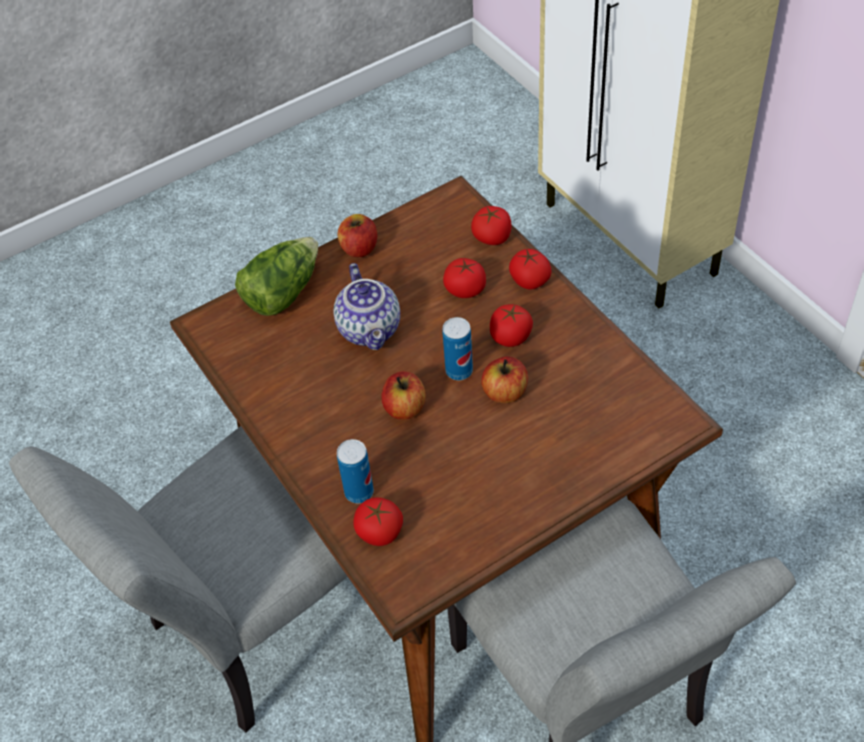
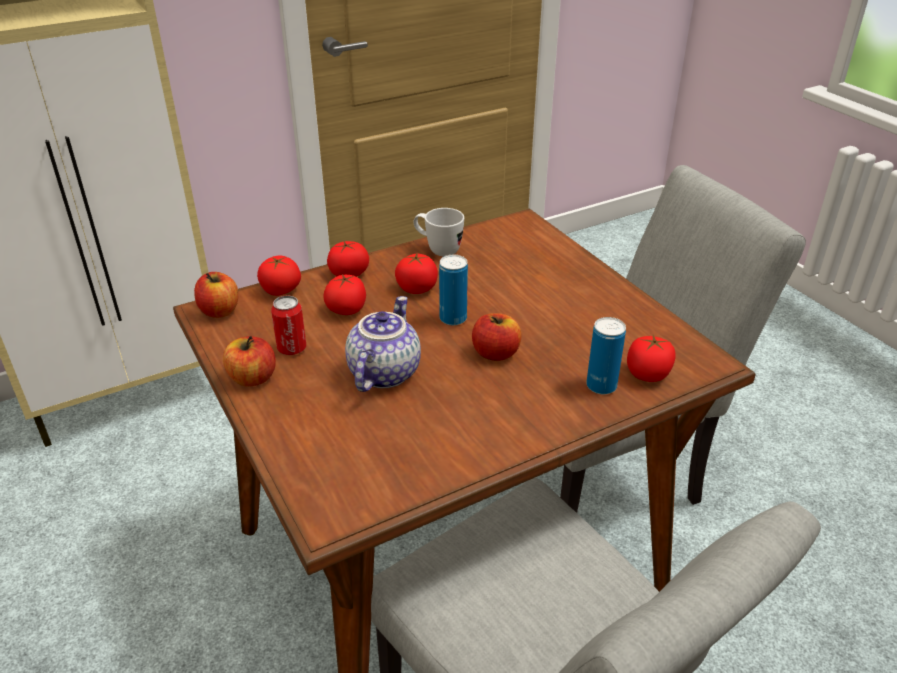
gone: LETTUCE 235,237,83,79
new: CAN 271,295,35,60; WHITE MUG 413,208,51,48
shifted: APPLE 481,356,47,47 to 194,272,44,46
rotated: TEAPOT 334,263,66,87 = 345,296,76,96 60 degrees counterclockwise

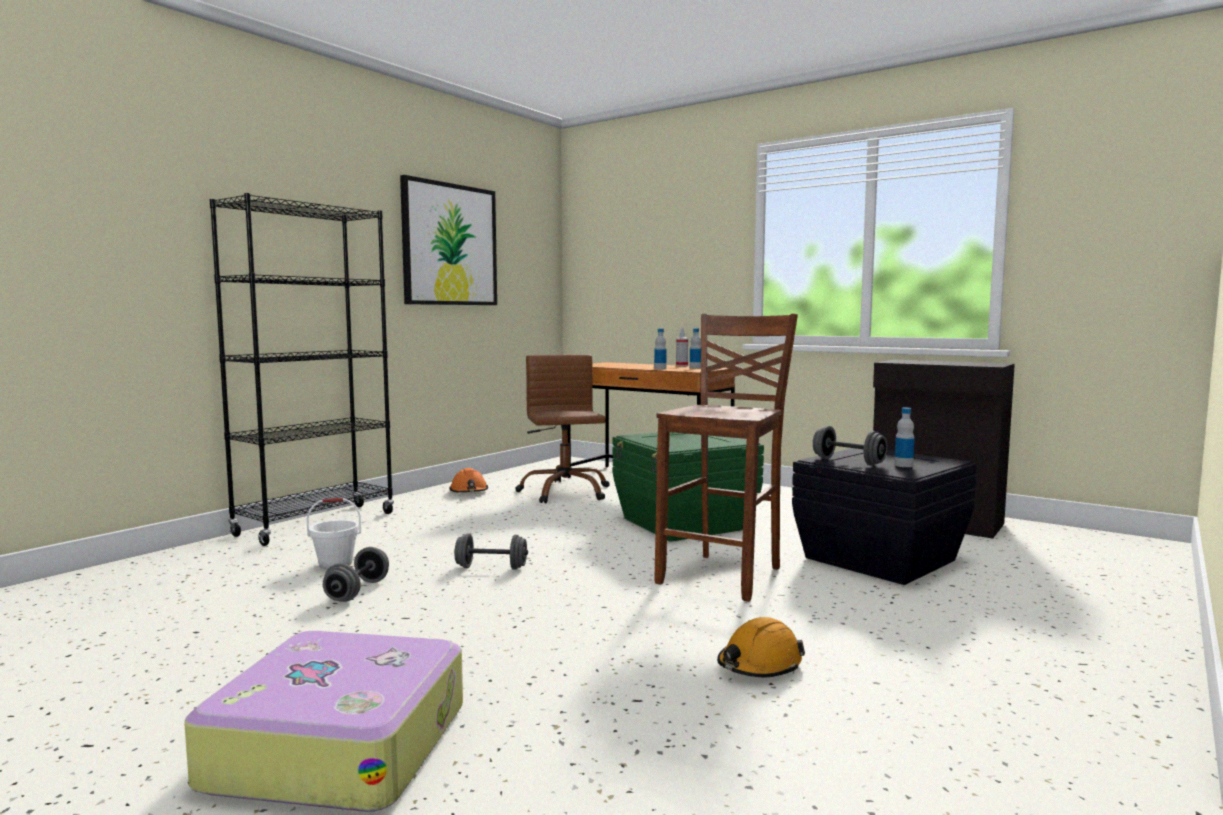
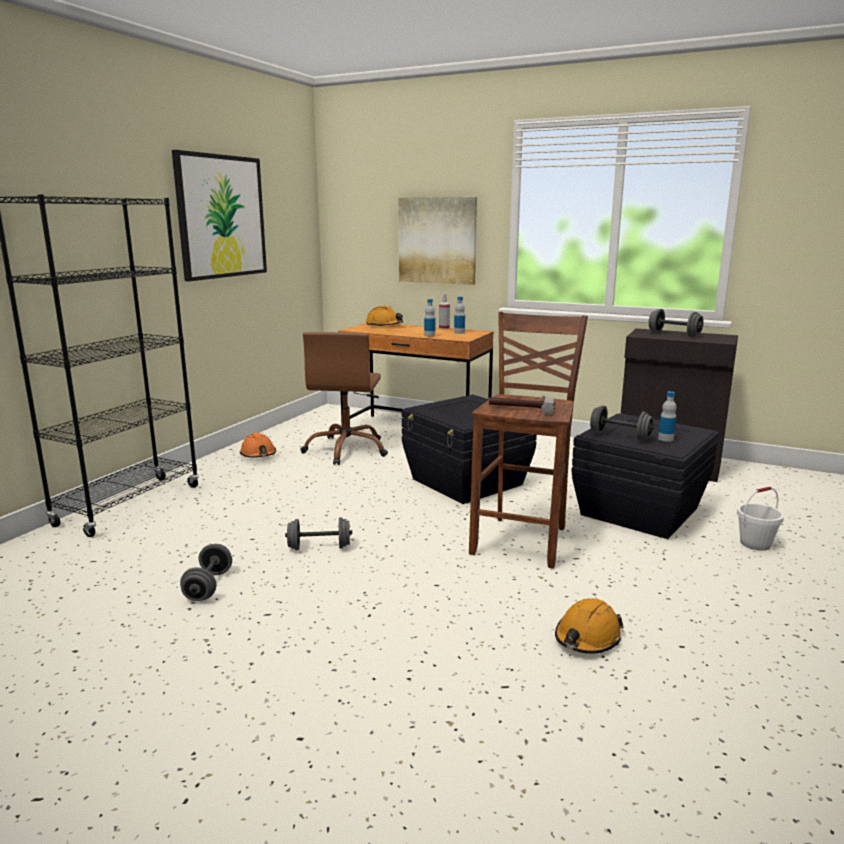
gone: SUITCASE 184,631,279,181
new: ORANGE HARD HAT 366,306,37,20; PICTURE 398,197,79,88; HAMMER 489,395,67,20; GREY DUMBBELL 649,309,55,28
shifted: WHITE BUCKET 307,498,54,71 to 737,487,47,64
repainted: GREEN STORAGE BOX 612,432,152,110 to BLACK STORAGE BOX 402,395,135,109
rotated: BROWN OFFICE CHAIR 515,354,95,149 = 301,332,87,133 150 degrees counterclockwise

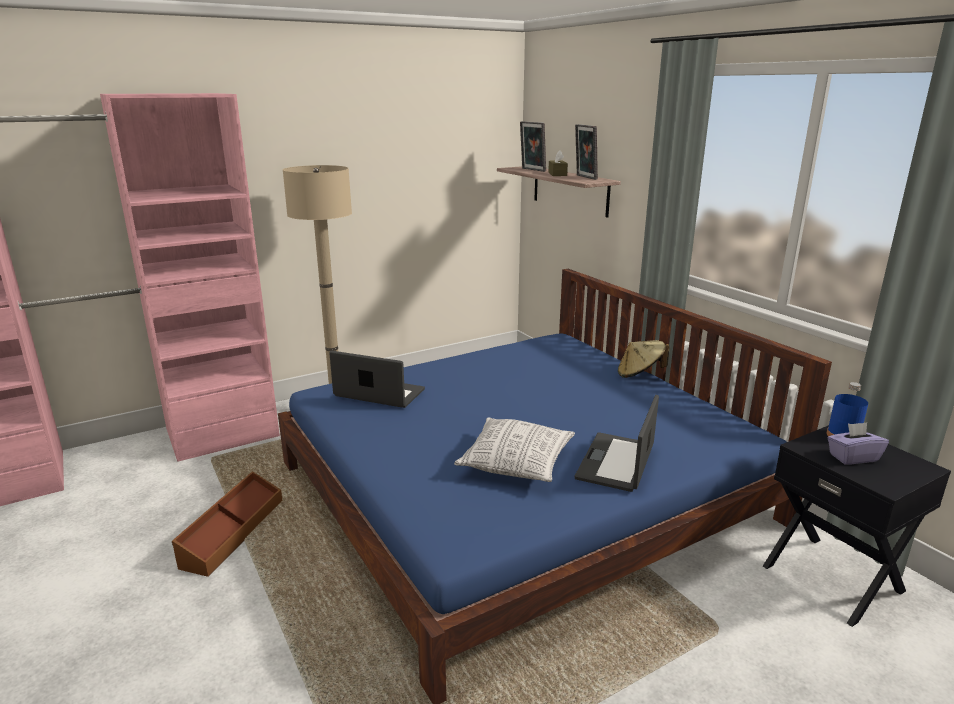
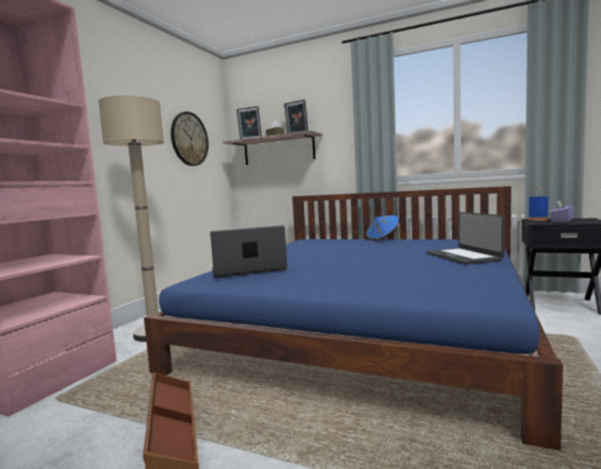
gone: PILLOW 454,418,121,64
new: WALL CLOCK 171,112,37,54
repainted: BEIGE HAT 618,340,52,38 to BLUE HAT 367,215,32,26

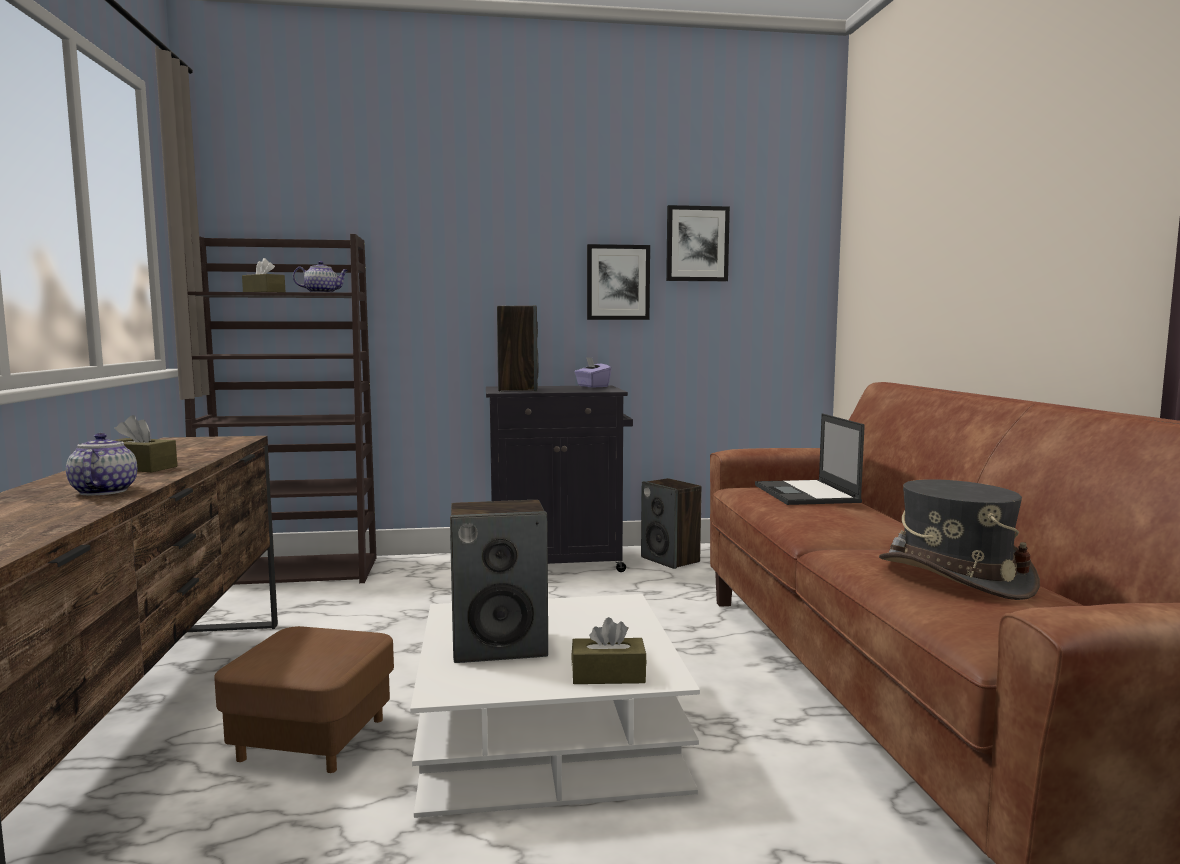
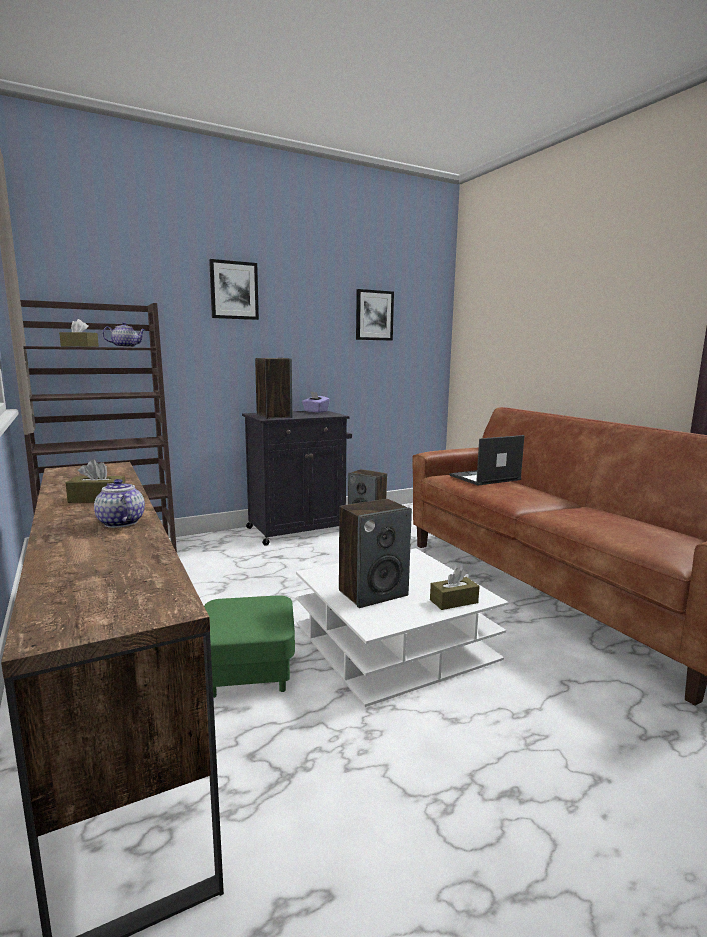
gone: GREY HAT 879,479,161,121
shifted: PICTURE 587,244,63,76 to 209,259,50,61
repainted: BROWN OTTOMAN 214,626,180,147 to GREEN OTTOMAN 204,595,91,103
rotated: LAPTOP 755,413,110,92 = 449,435,76,50 90 degrees clockwise

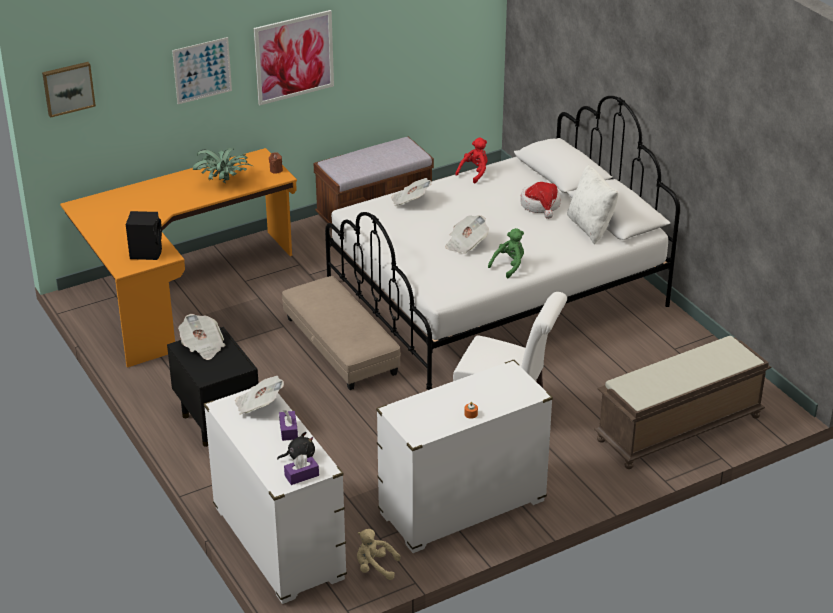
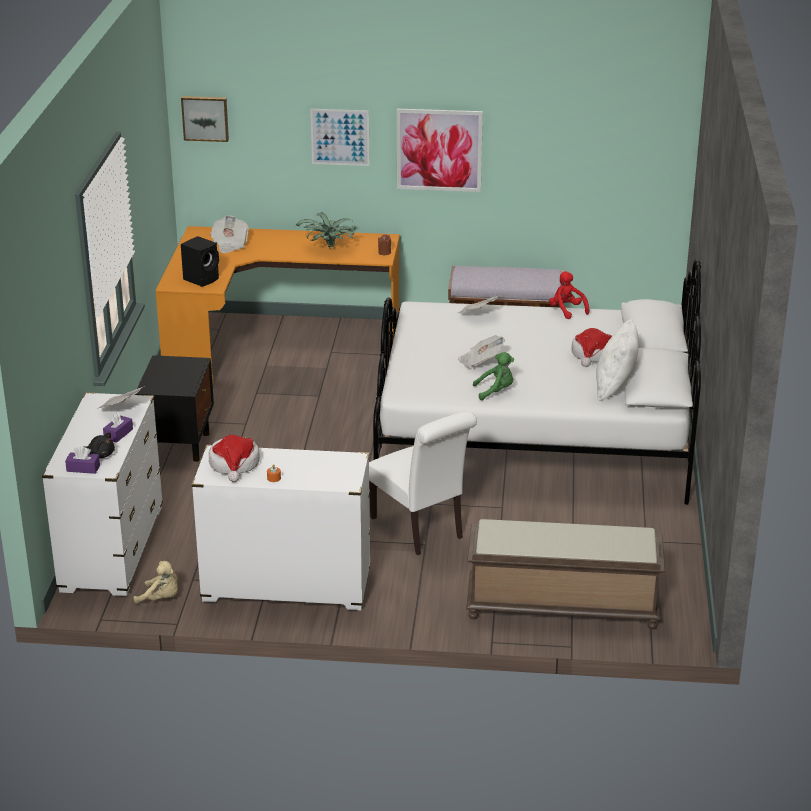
gone: BEIGE OTTOMAN 282,276,119,114
new: HAT 209,435,51,47
shifted: NEWSPAPER 178,314,47,46 to 210,215,39,38
rotated: BEIGE PLUSH TOY 357,529,44,51 = 133,561,45,43 150 degrees clockwise; RED PLUSH TOY 455,137,33,47 = 549,271,41,48 105 degrees counterclockwise

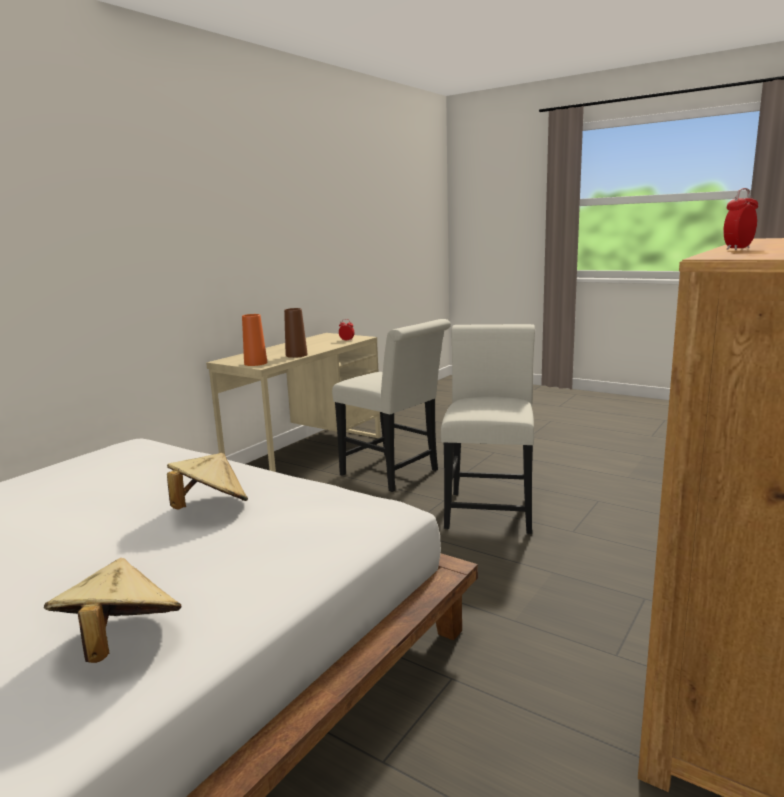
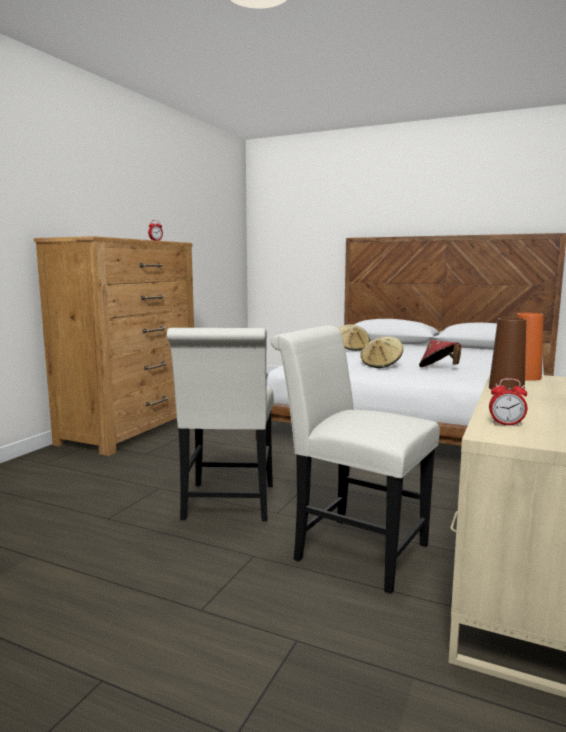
new: RED HAT 419,340,42,27

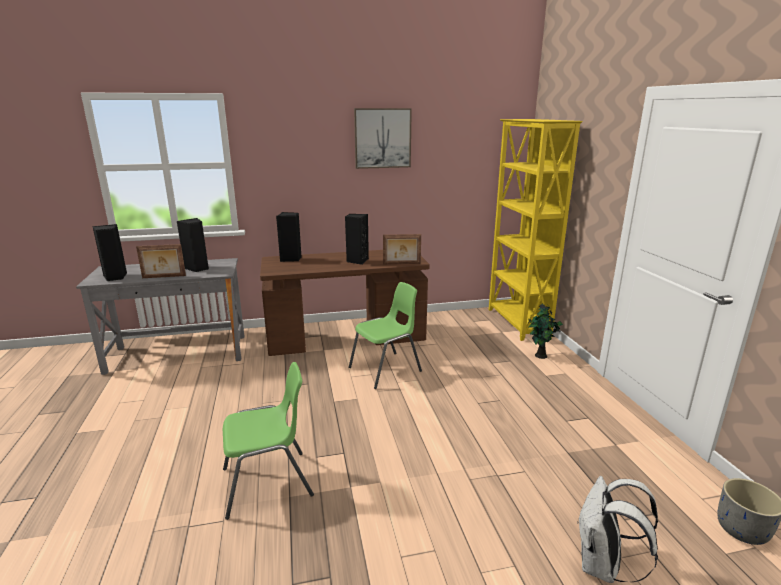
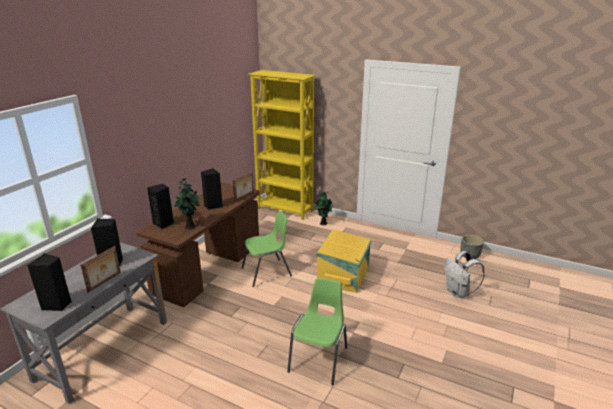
gone: PICTURE 354,108,58,61
new: POTTED PLANT 175,178,25,51; YELLOW STORAGE BOX 316,230,55,63
rotated: GREEN CHAIR 349,282,73,107 = 242,211,50,76 60 degrees clockwise

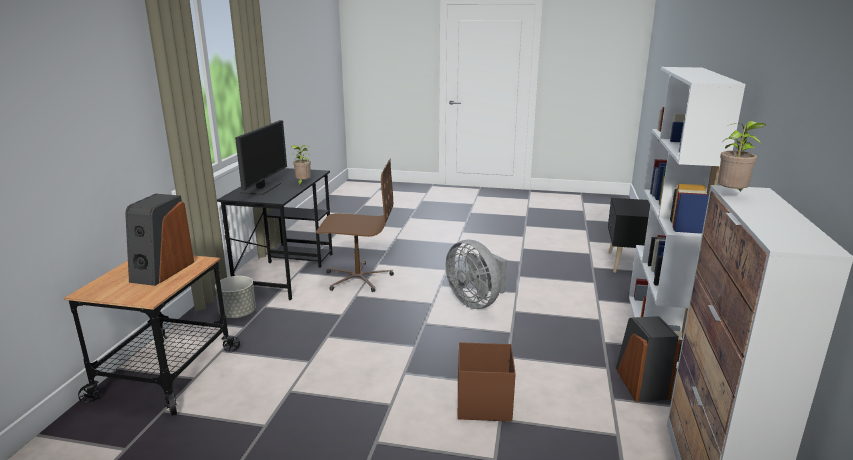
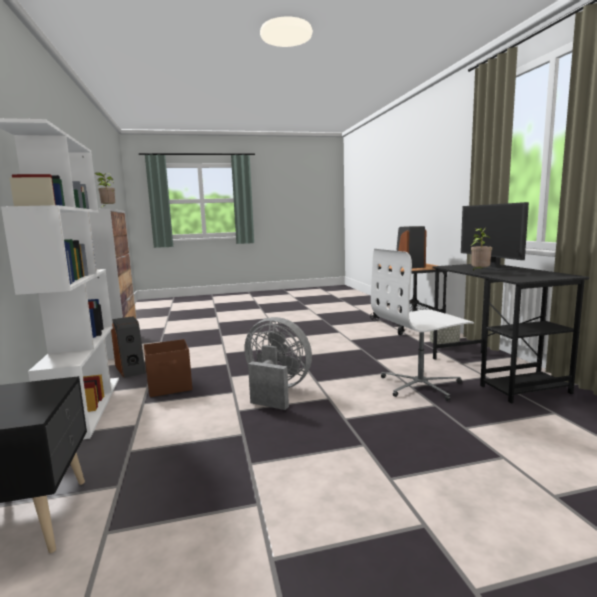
shifted: BROWN STORAGE BOX 458,342,58,80 to 144,339,48,58
repainted: BROWN OFFICE CHAIR 316,158,78,134 to WHITE OFFICE CHAIR 371,249,103,152

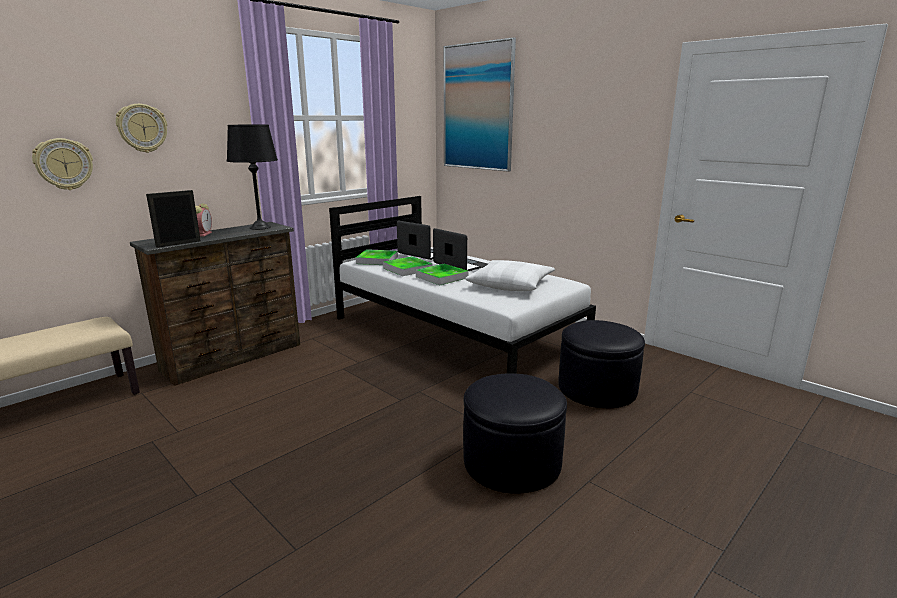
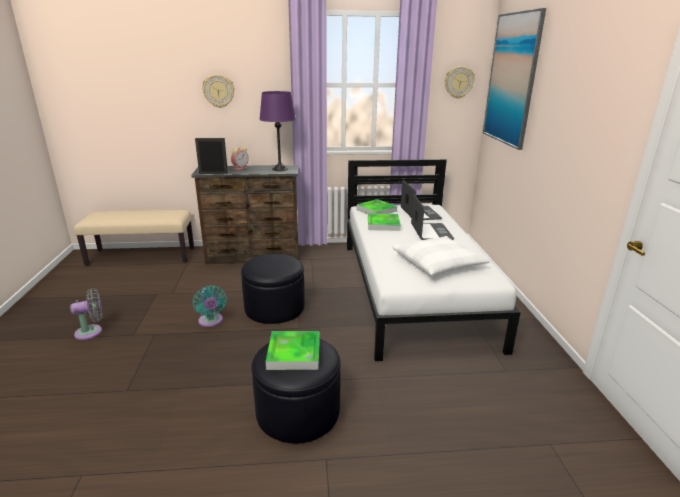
new: GREY FAN 70,289,33,51; TURQUOISE FAN 192,286,35,41
shifted: WALL CLOCK 32,138,61,52 to 445,66,30,33; TRAY 416,264,53,21 to 266,331,54,39; BLACK OTTOMAN 558,320,87,88 to 241,254,64,70
repainted: BLACK TABLE LAMP 227,125,51,105 to PURPLE TABLE LAMP 259,91,37,80

